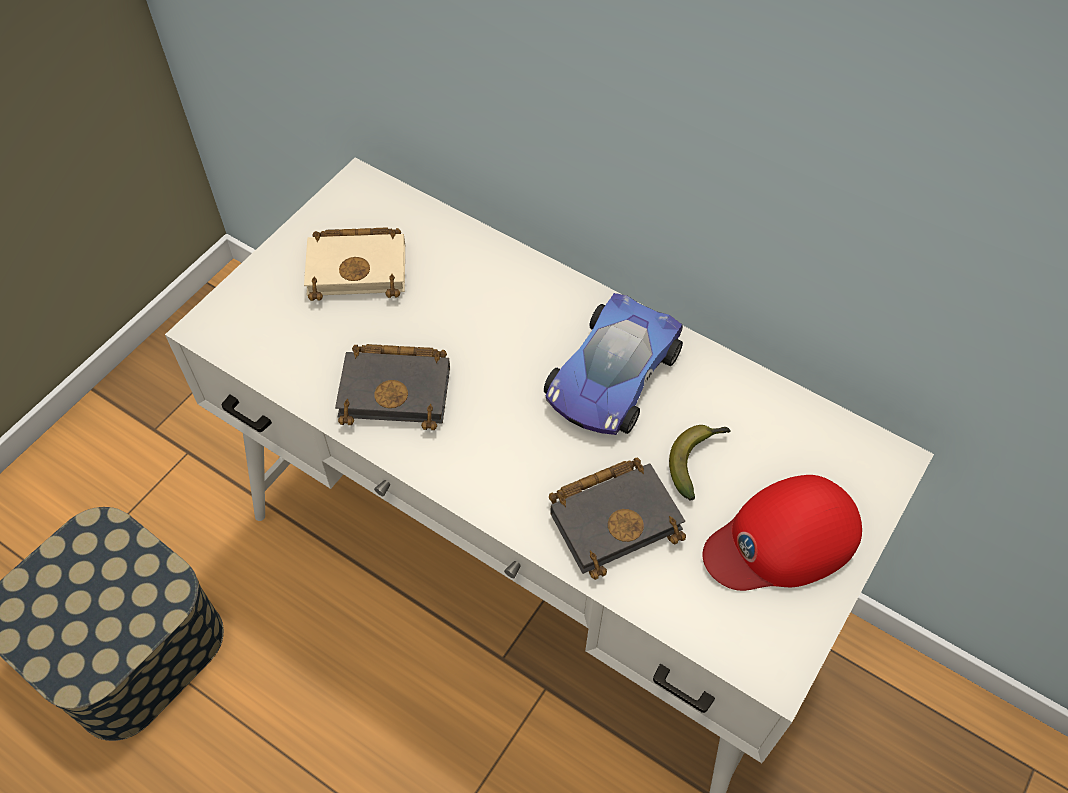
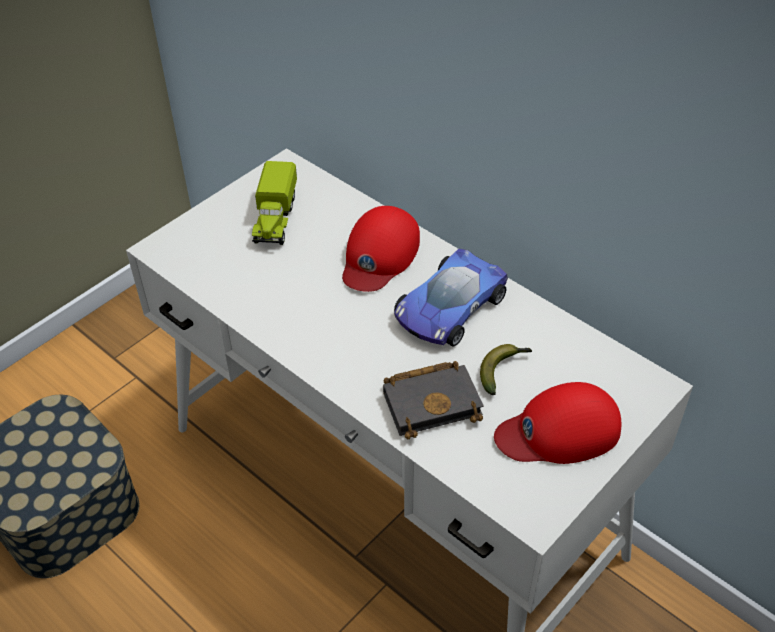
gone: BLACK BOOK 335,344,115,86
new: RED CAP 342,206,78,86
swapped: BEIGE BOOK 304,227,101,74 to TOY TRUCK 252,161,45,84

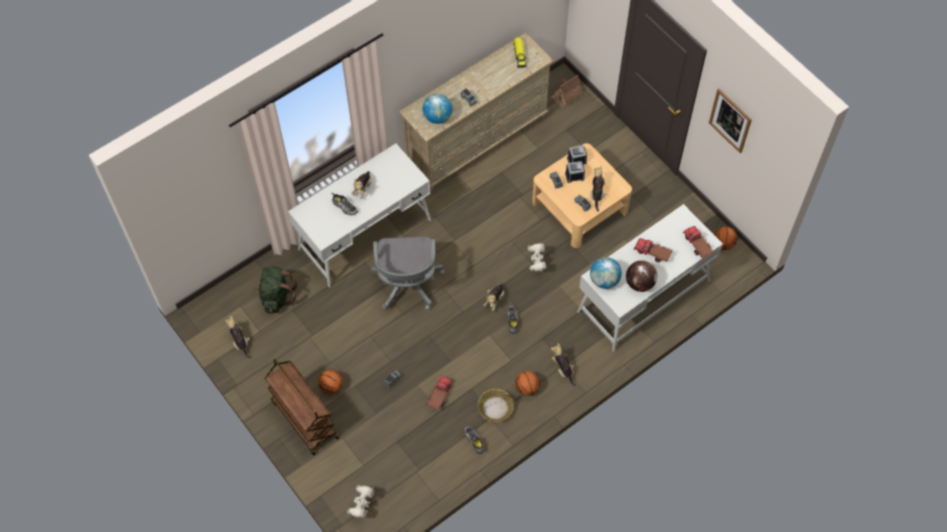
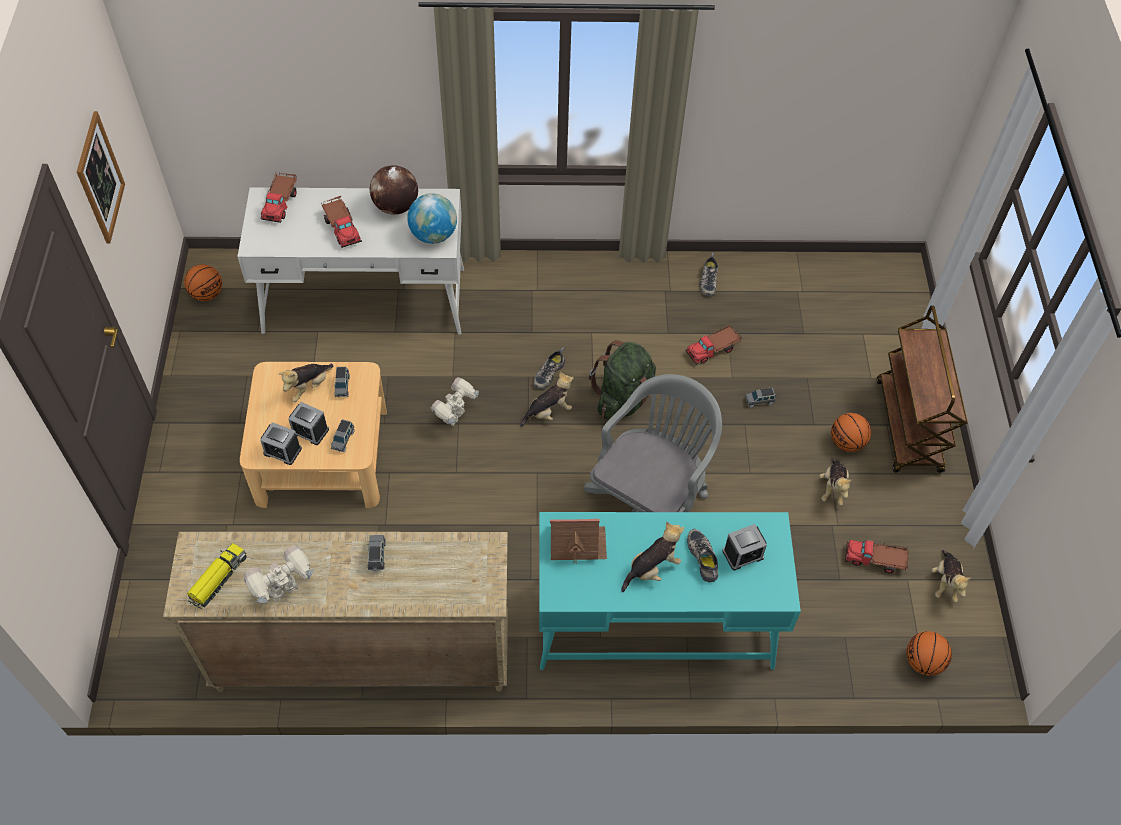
gone: GLOBE 423,94,30,30; BASKET 478,389,36,33
new: ALARM CLOCK 722,524,45,46; TOY TRUCK 845,540,64,33
shifted: GREEN BACKPACK 254,265,43,49 to 589,340,67,80; TOY ROBOT 347,485,27,33 to 244,545,70,58; BASKETBALL 515,371,25,25 to 906,631,46,45; TOY HOUSE 551,75,32,32 to 550,519,57,45; PLUSH TOY 551,343,25,43 to 819,458,34,48
repainted: WHITE DESK 288,143,143,144 to TURQUOISE DESK 539,512,262,158

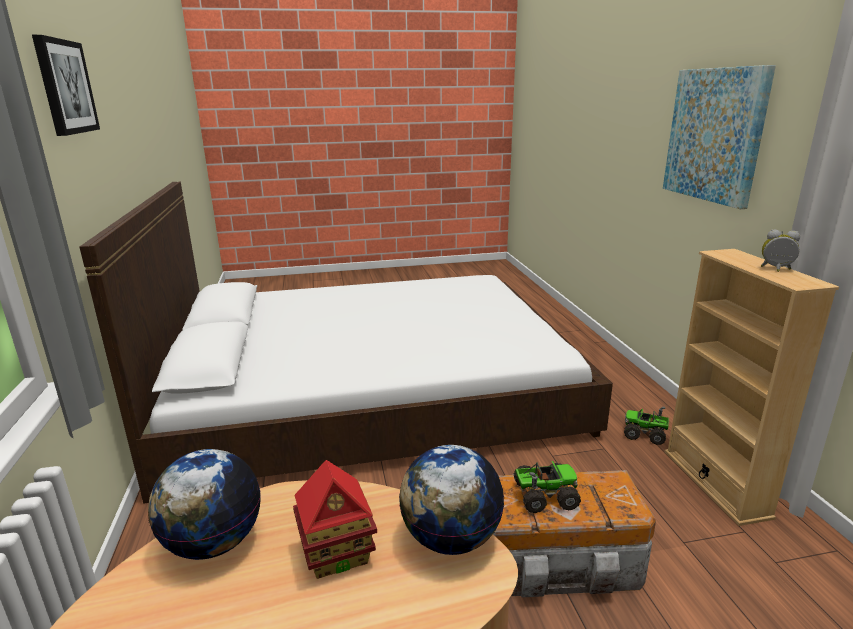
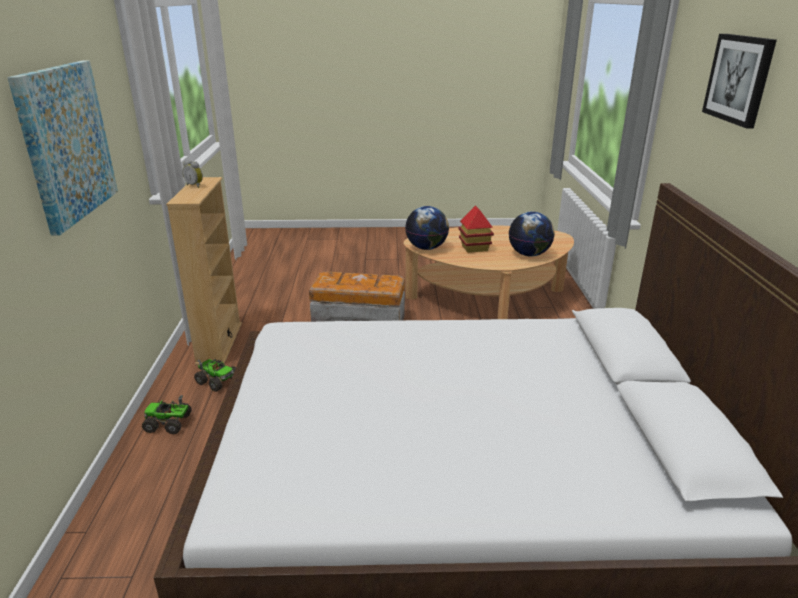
shifted: TOY TRUCK 514,461,67,52 to 142,395,50,39

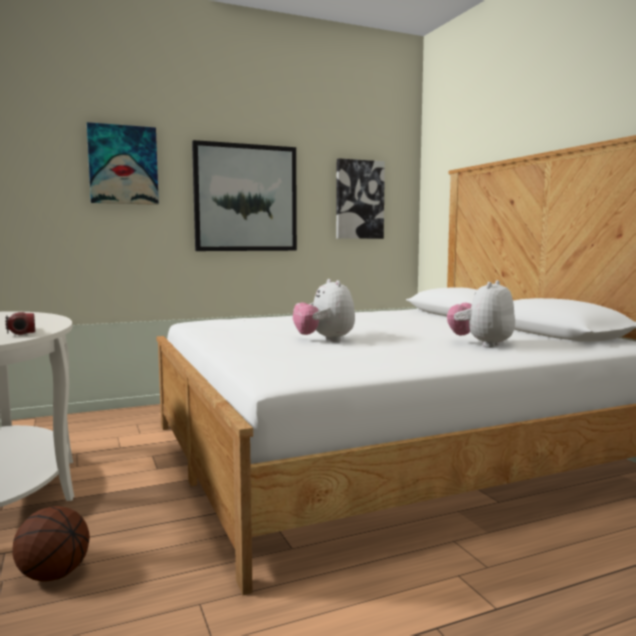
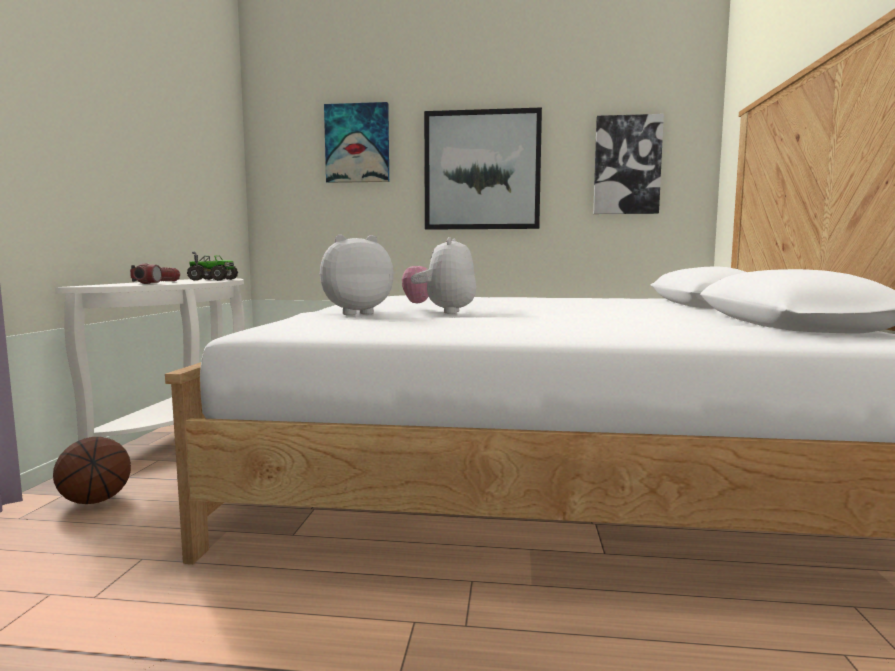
new: TOY TRUCK 187,251,51,30
shifted: PLUSH TOY 447,280,68,68 to 319,234,75,81

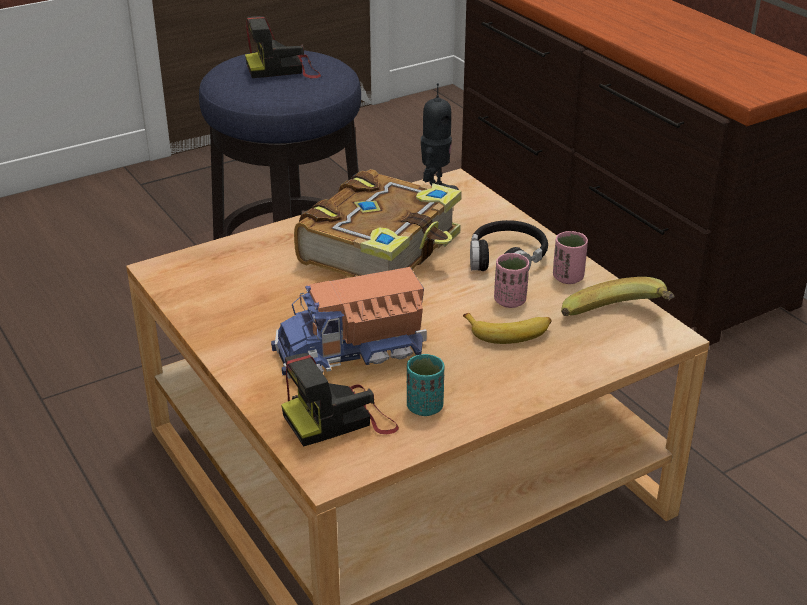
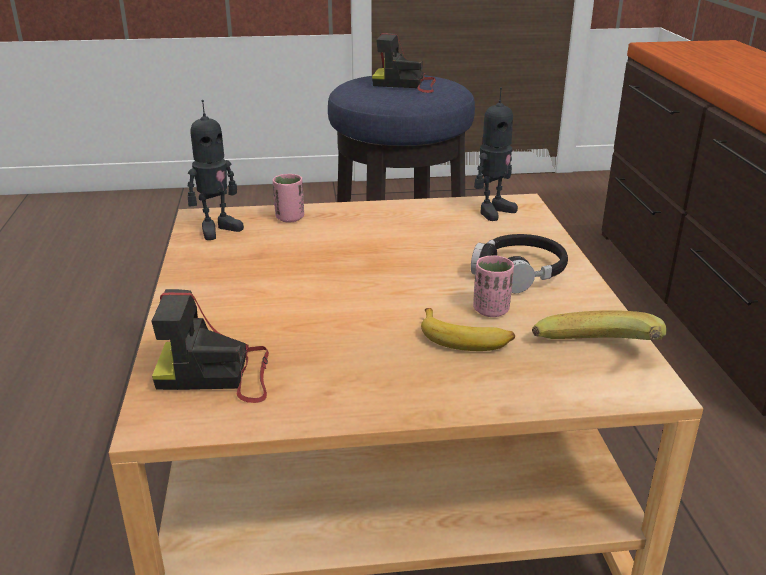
gone: TOY TRUCK 271,267,156,112; BOOK 294,169,168,108; TURQUOISE CUP 407,354,37,62
new: TOY ROBOT 188,100,56,140
shifted: PINK CUP 553,231,35,53 to 273,174,31,49

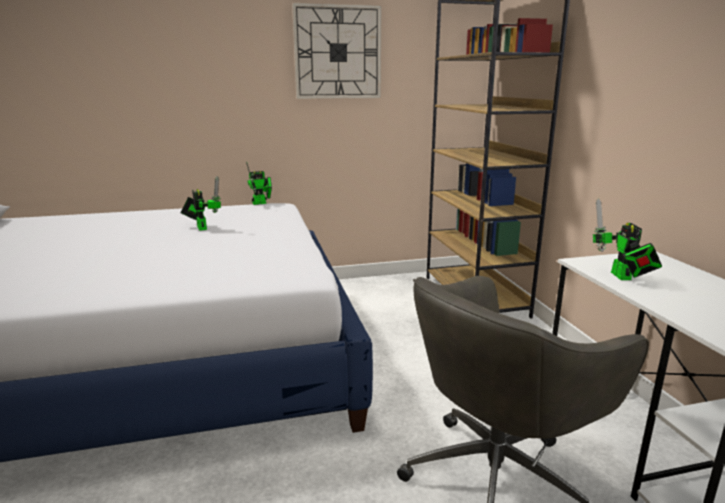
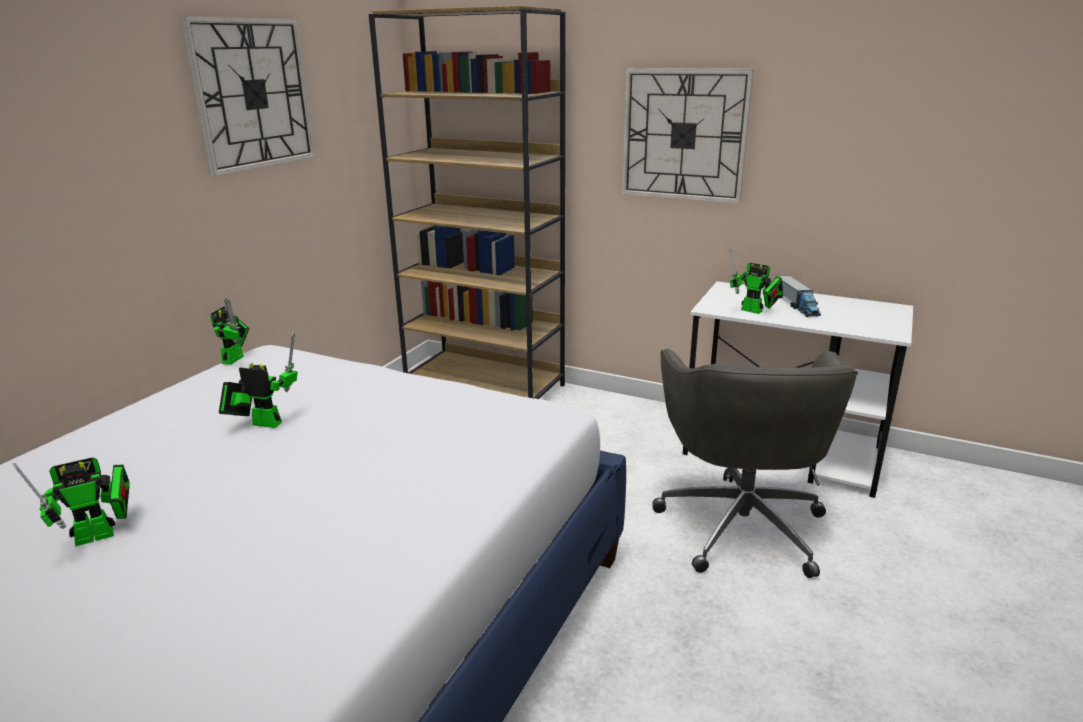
new: TOY ROBOT 13,457,117,89; WALL CLOCK 622,68,132,136; TOY TRUCK 776,275,45,42

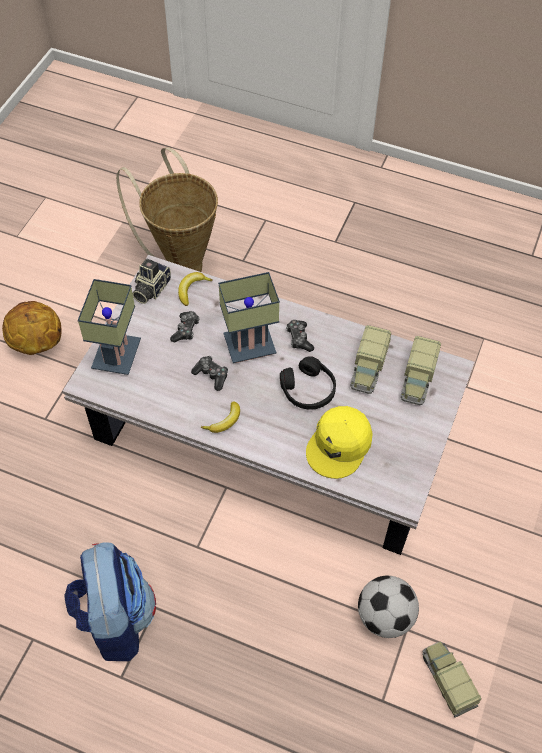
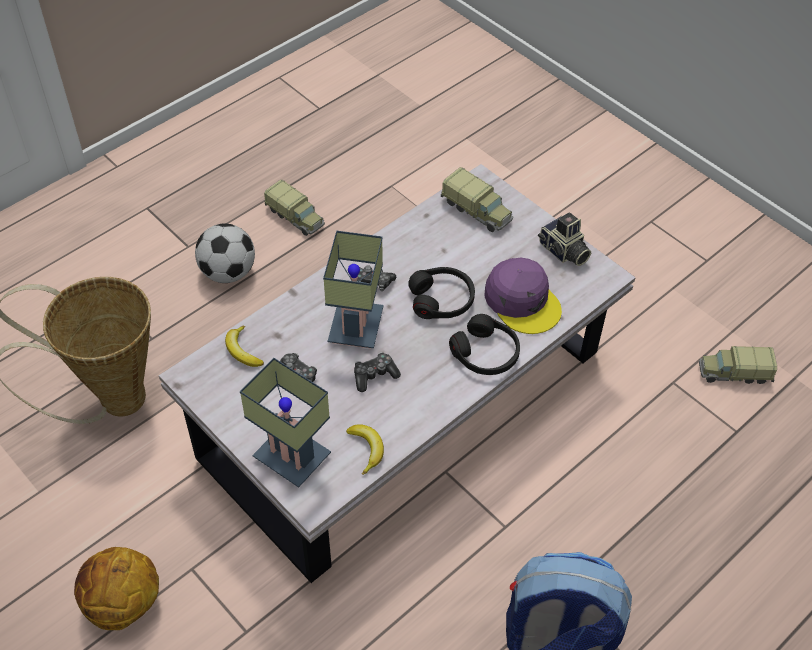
new: BLACK HEADPHONES 449,314,71,61
shifted: PHOTO CAMERA 132,258,39,46 to 538,212,53,54; BANANA 201,401,39,32 to 346,424,38,51; TOY TRUCK 350,325,41,69 to 264,180,61,56; FOOTBALL 358,575,61,63 to 195,224,60,59
repainted: YELLOW CAP 306,406,67,73 to PURPLE CAP 484,258,78,76

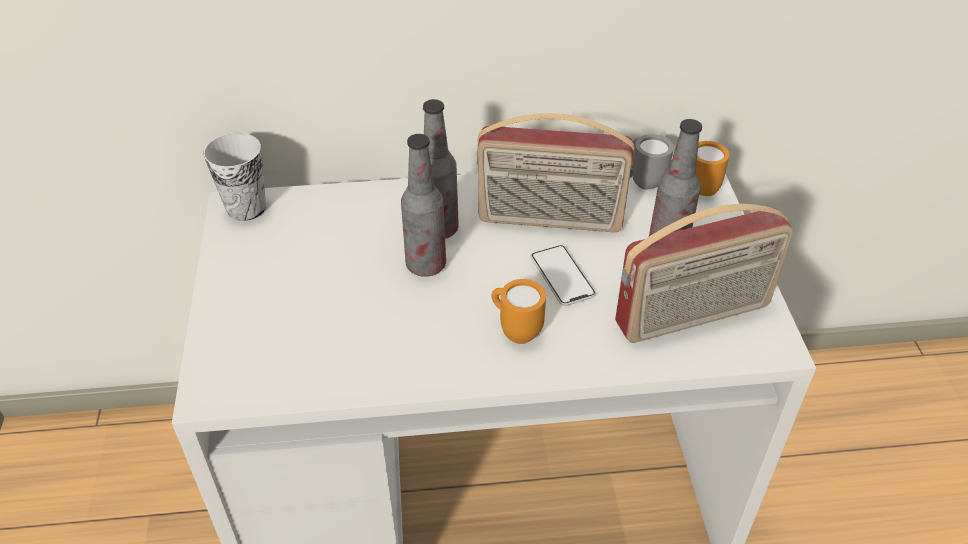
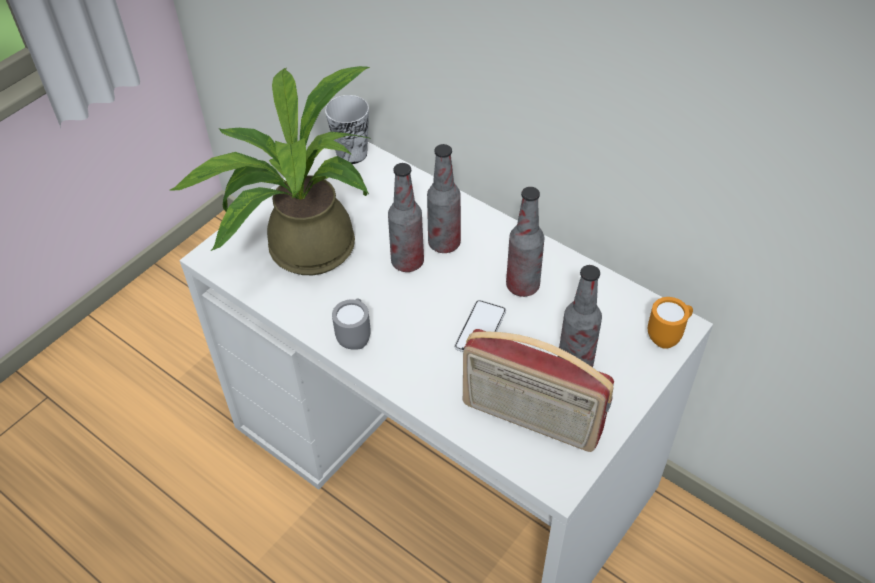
gone: ORANGE MUG 491,279,55,65
new: POTTED PLANT 170,66,202,209
shifted: GREY MUG 632,134,42,56 to 332,298,39,52
swapped: RADIO 477,113,158,119 to BOTTLE 506,187,38,110

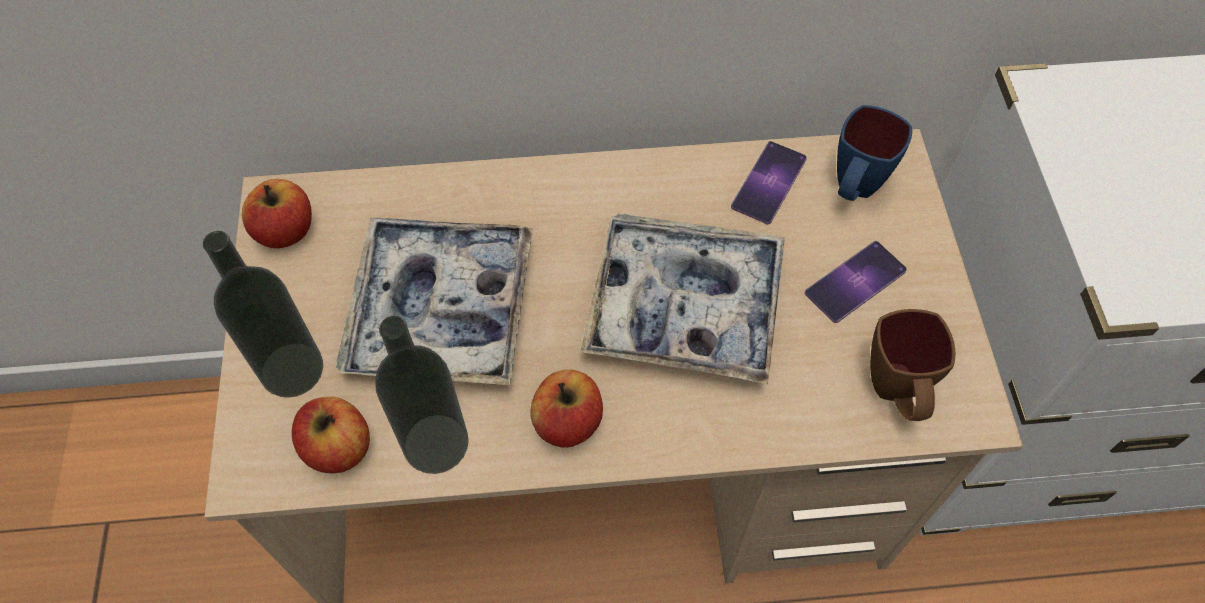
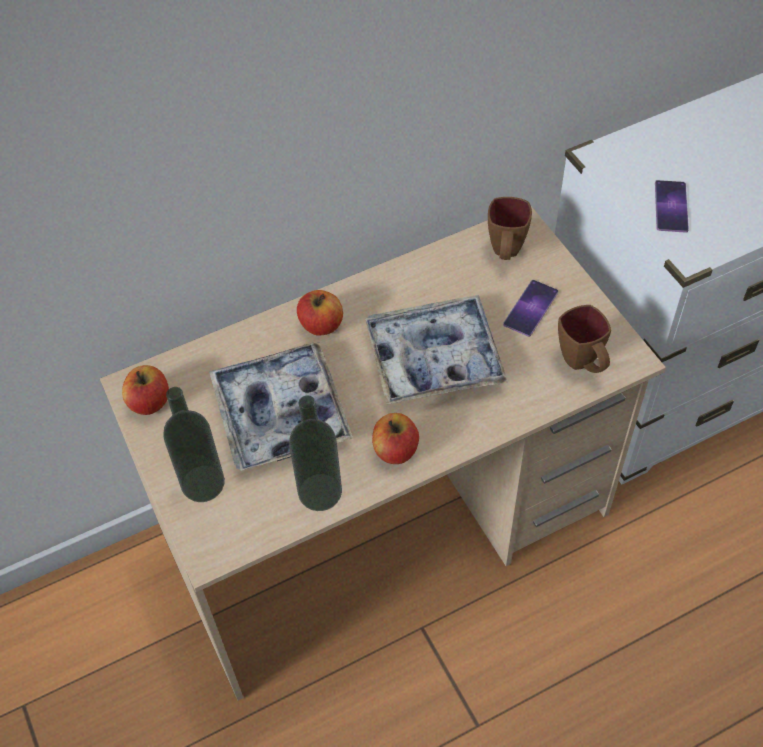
shifted: APPLE 292,396,78,77 to 297,290,46,46; PHONE 731,141,76,84 to 655,180,34,53
repainted: BLUE MUG 837,105,75,96 to BROWN MUG 488,197,44,63

